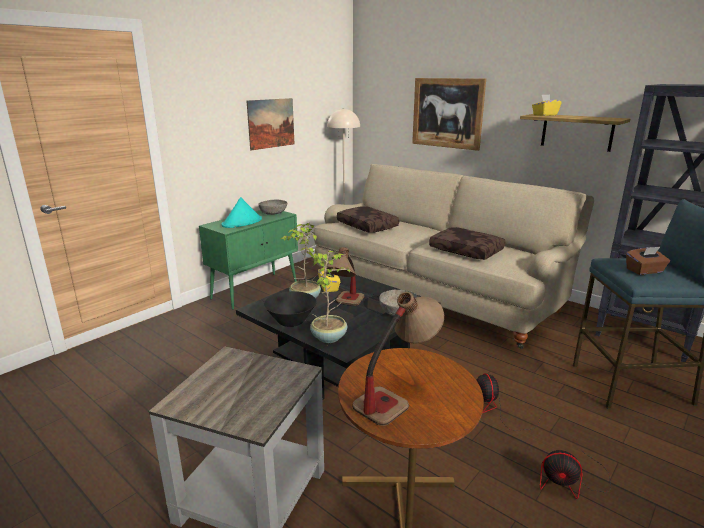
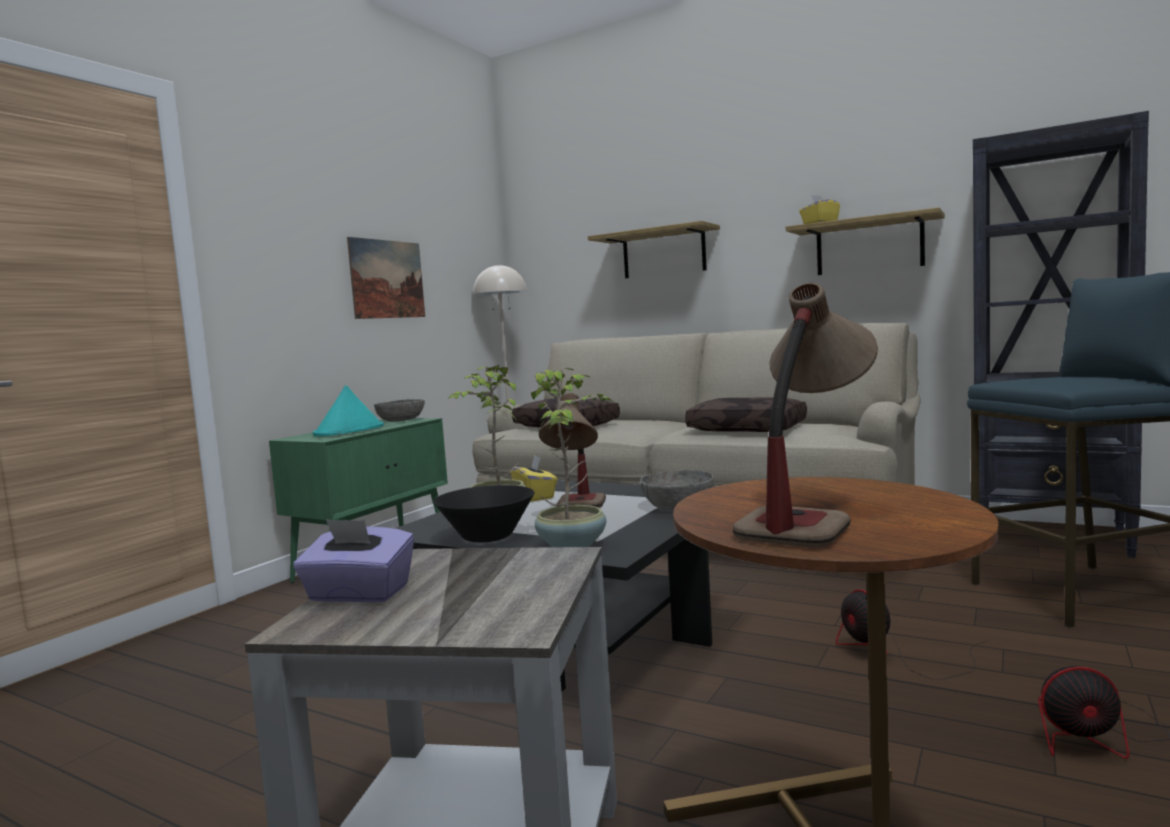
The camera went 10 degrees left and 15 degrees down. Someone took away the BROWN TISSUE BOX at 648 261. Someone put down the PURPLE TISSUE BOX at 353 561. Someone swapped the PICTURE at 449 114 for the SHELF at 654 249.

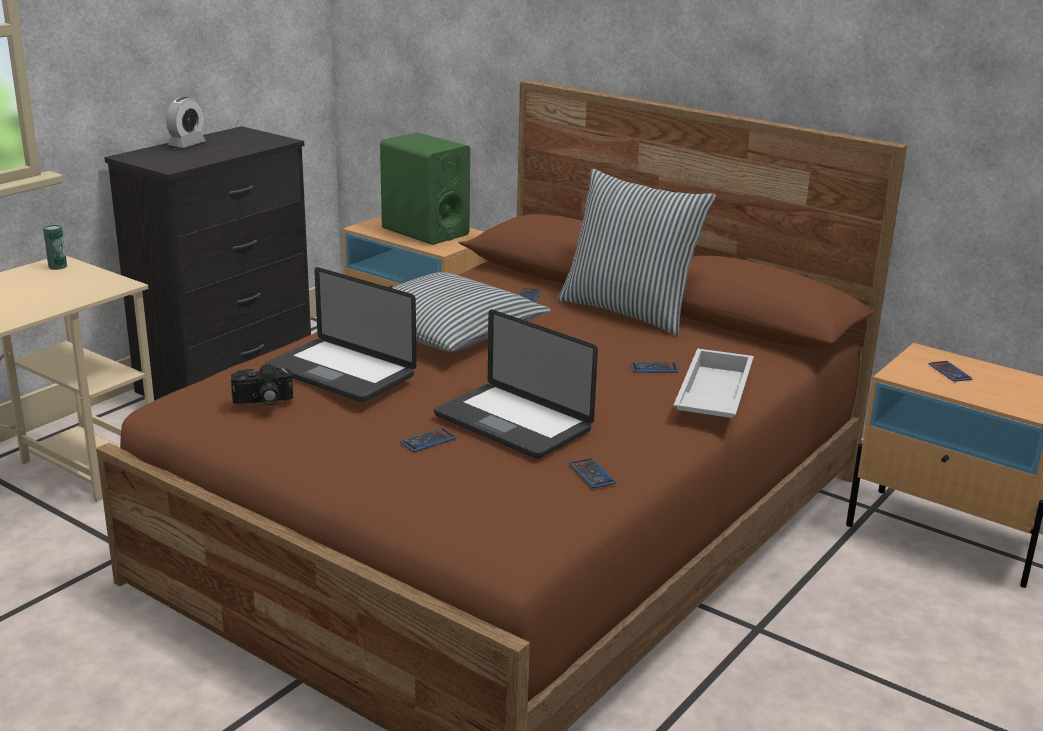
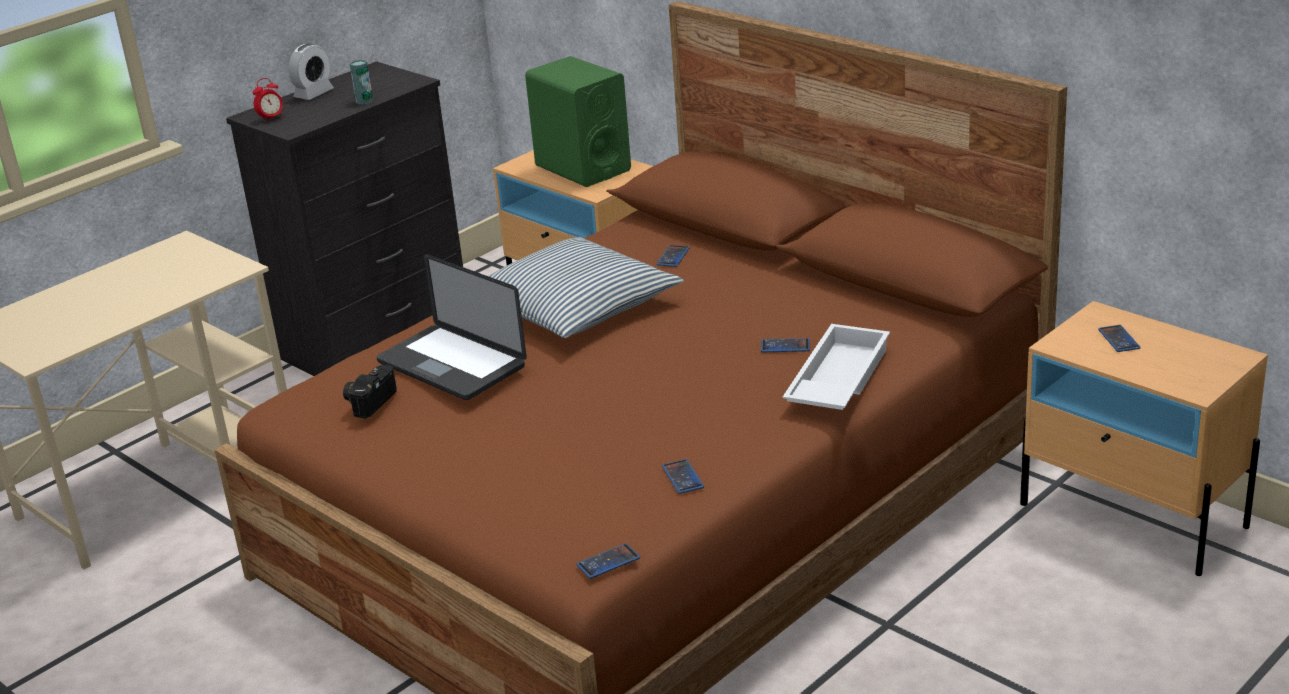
The camera went 10 degrees right and 5 degrees up. Someone took away the LAPTOP at 516 384. Someone took away the PILLOW at 636 252. Someone put down the ALARM CLOCK at 268 99. Someone carried the CAN from 55 247 to 361 82. Someone carried the PHONE from 428 440 to 608 561. Someone rotated the PHOTO CAMERA at 262 384 by 120 degrees clockwise.

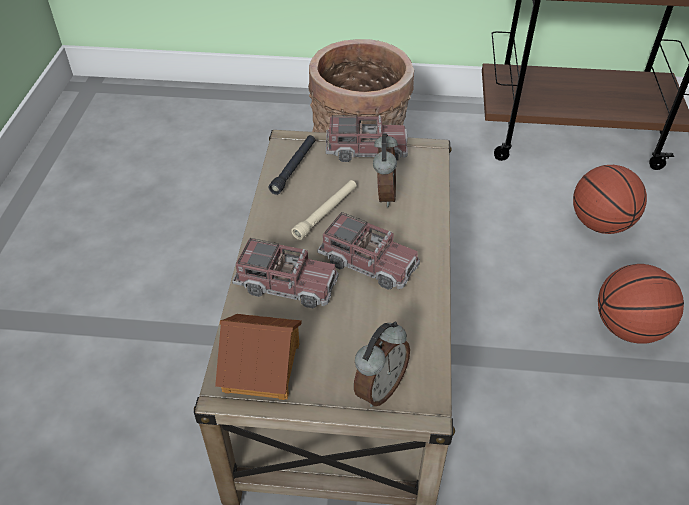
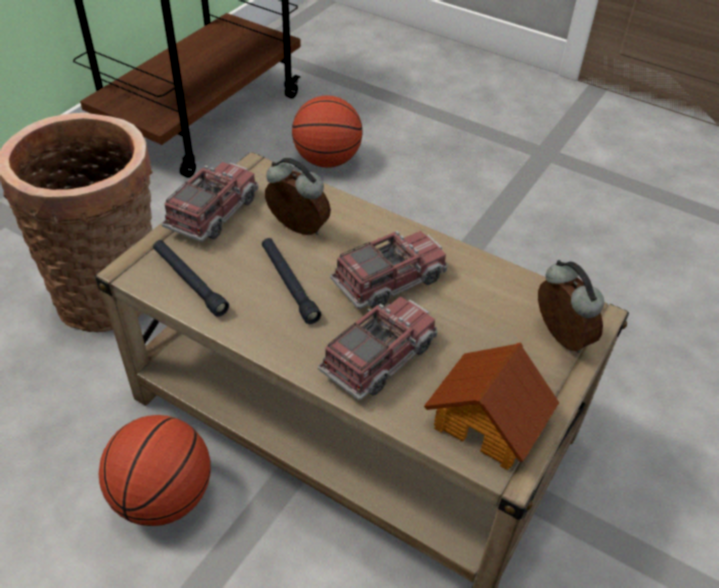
The camera went 65 degrees left and 0 degrees up. Someone carried the BASKETBALL from 641 304 to 155 470. Someone repainted the BEIGE FLASHLIGHT at 324 210, which became the BLACK FLASHLIGHT at 292 281.

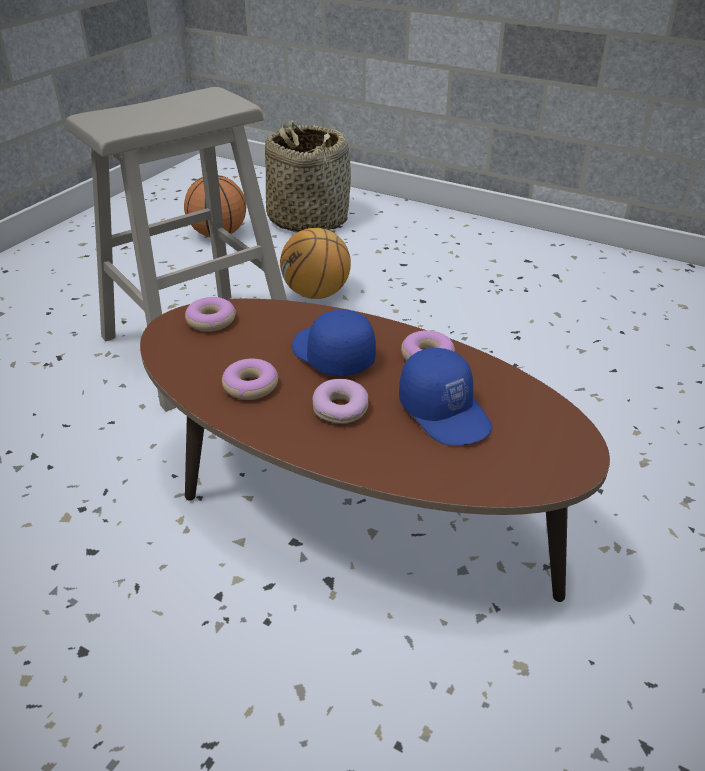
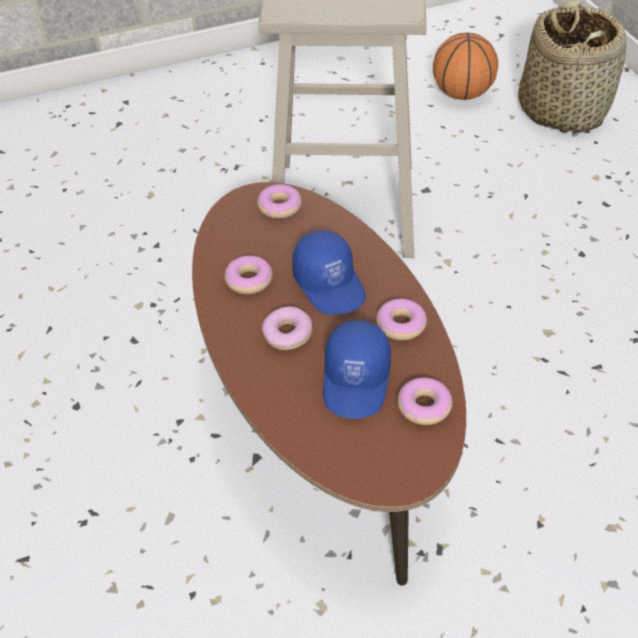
The camera went 40 degrees right and 10 degrees up. Someone took away the BASKETBALL at 315 263. Someone put down the DONUT at 424 401. Someone rotated the BLUE CAP at 334 343 by 150 degrees clockwise.

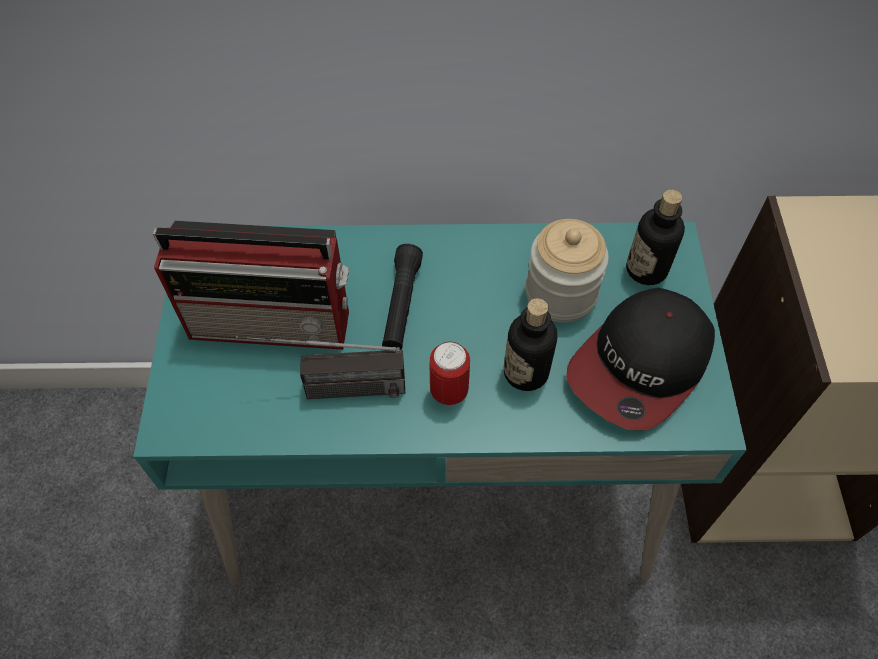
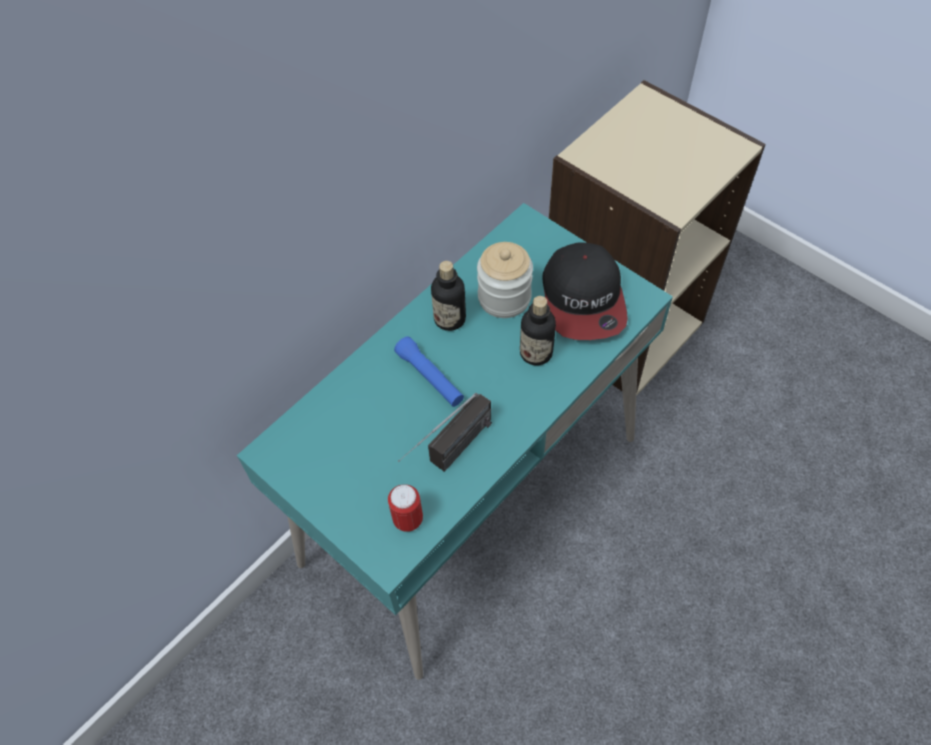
The camera went 45 degrees left and 0 degrees up. Someone took away the RADIO at 251 285. Someone carried the CAN from 449 373 to 405 508. Someone carried the BOTTLE from 655 237 to 448 296. Someone repainted the BLACK FLASHLIGHT at 402 297, which became the BLUE FLASHLIGHT at 429 371.

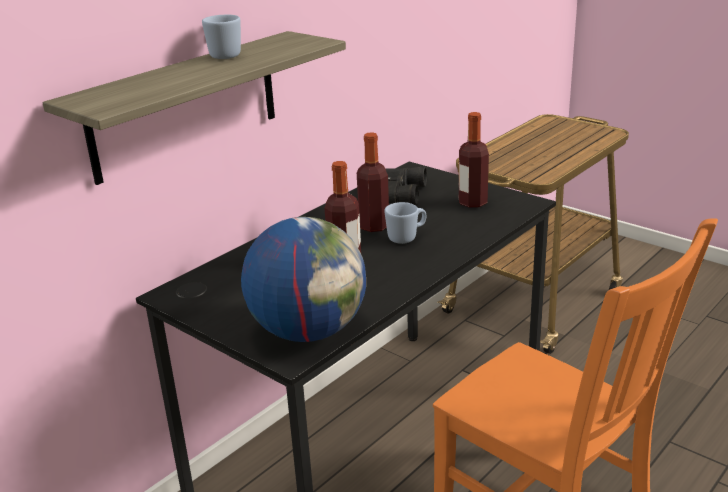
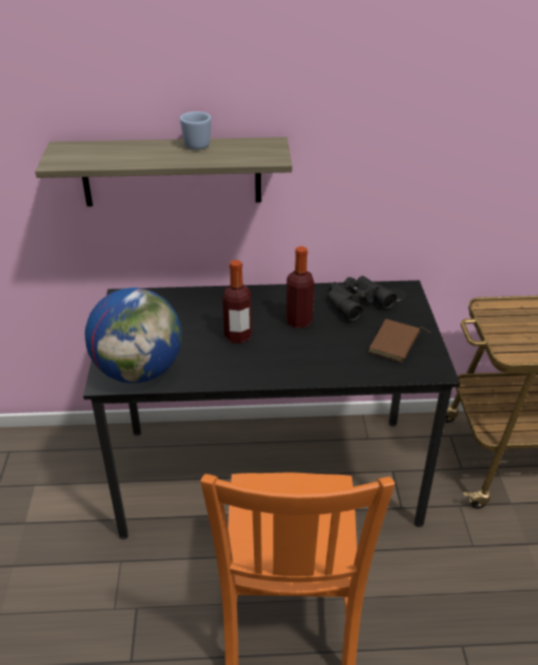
The camera went 45 degrees right and 10 degrees up. Someone took away the BLUE MUG at 405 223. Someone swapped the BOTTLE at 474 160 for the BROWN BOOK at 399 341.

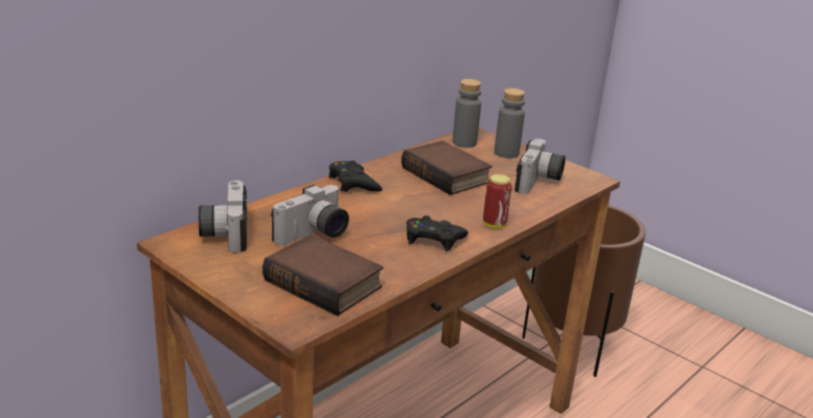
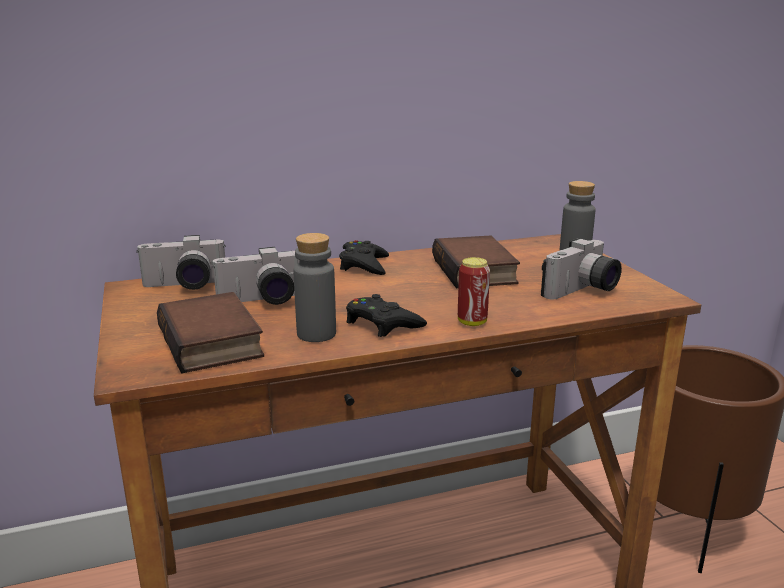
The camera went 30 degrees right and 5 degrees down. Someone carried the GREY BOTTLE from 466 113 to 314 287. Someone rotated the PHOTO CAMERA at 222 216 by 120 degrees counterclockwise.

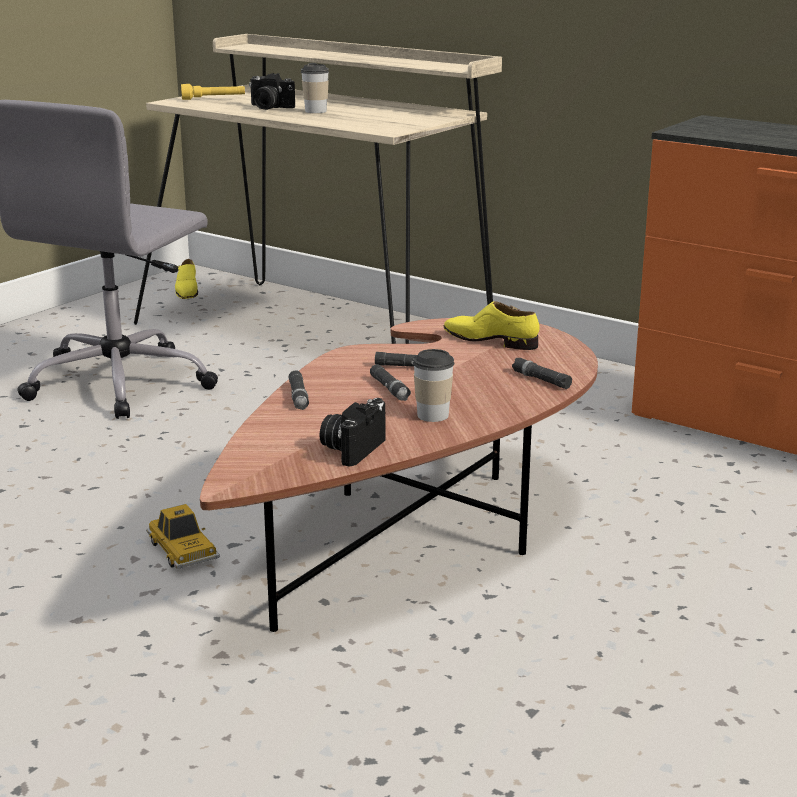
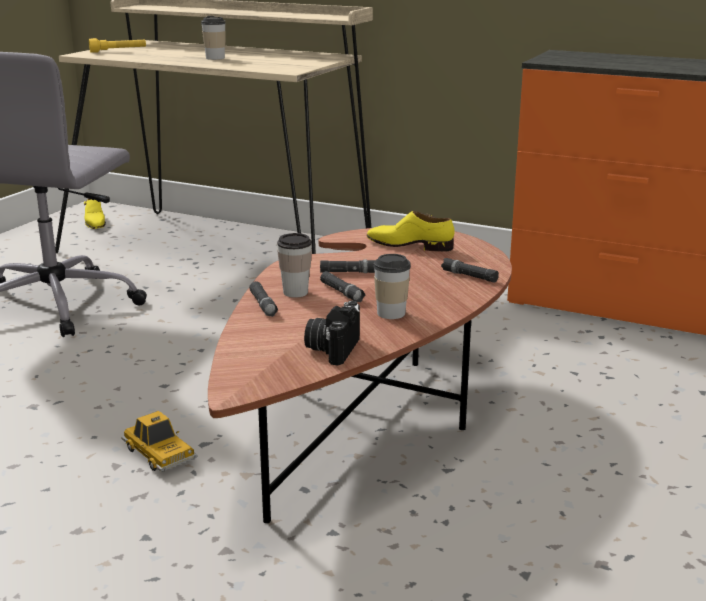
The camera went 10 degrees left and 0 degrees up. Someone took away the PHOTO CAMERA at 272 91. Someone put down the CUP at 294 265.

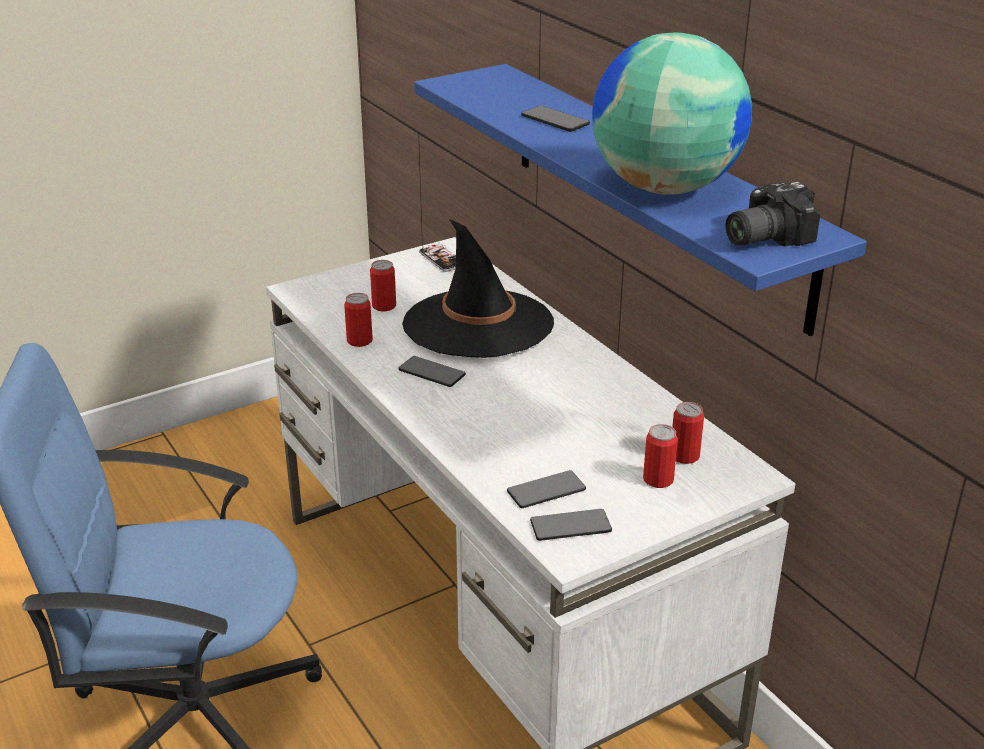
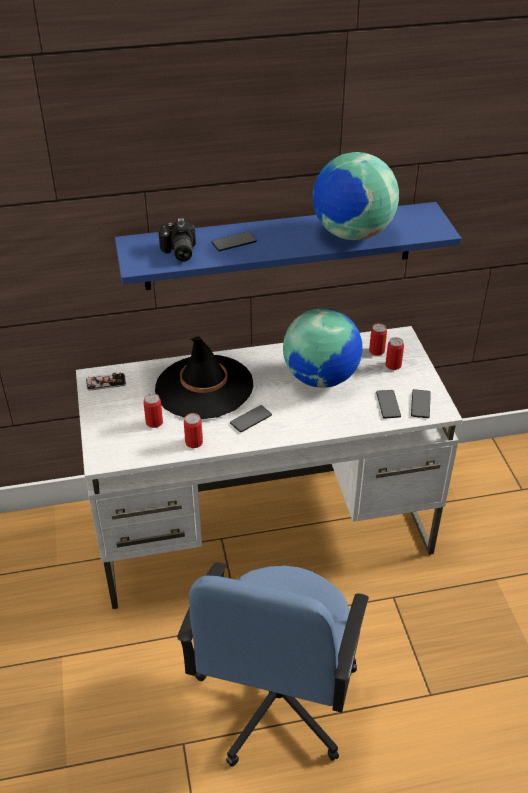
The camera went 70 degrees left and 10 degrees up. Someone put down the GLOBE at 323 348. Someone carried the PHOTO CAMERA from 772 214 to 177 239.

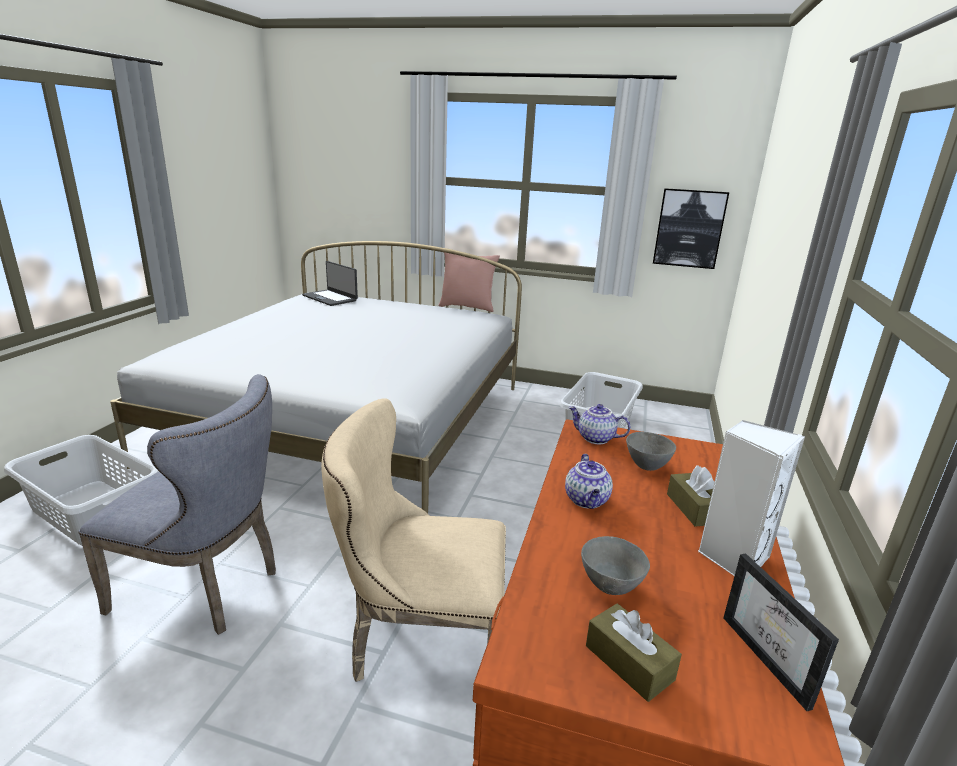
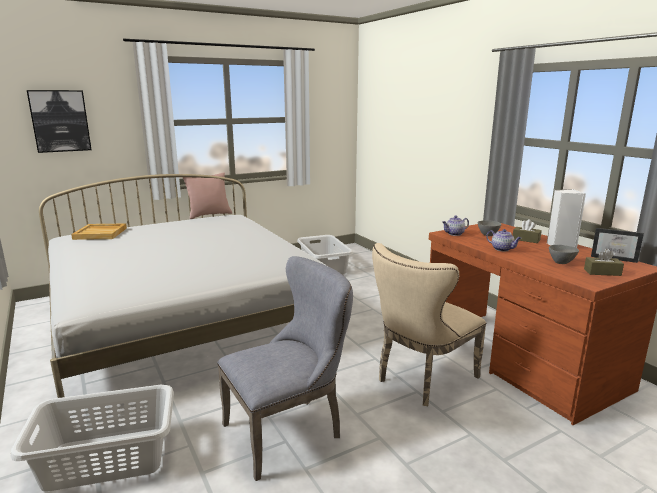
The camera went 45 degrees left and 5 degrees down. Someone carried the PICTURE from 691 228 to 59 121. Someone swapped the LAPTOP at 330 283 for the BEIGE TRAY at 99 232.

